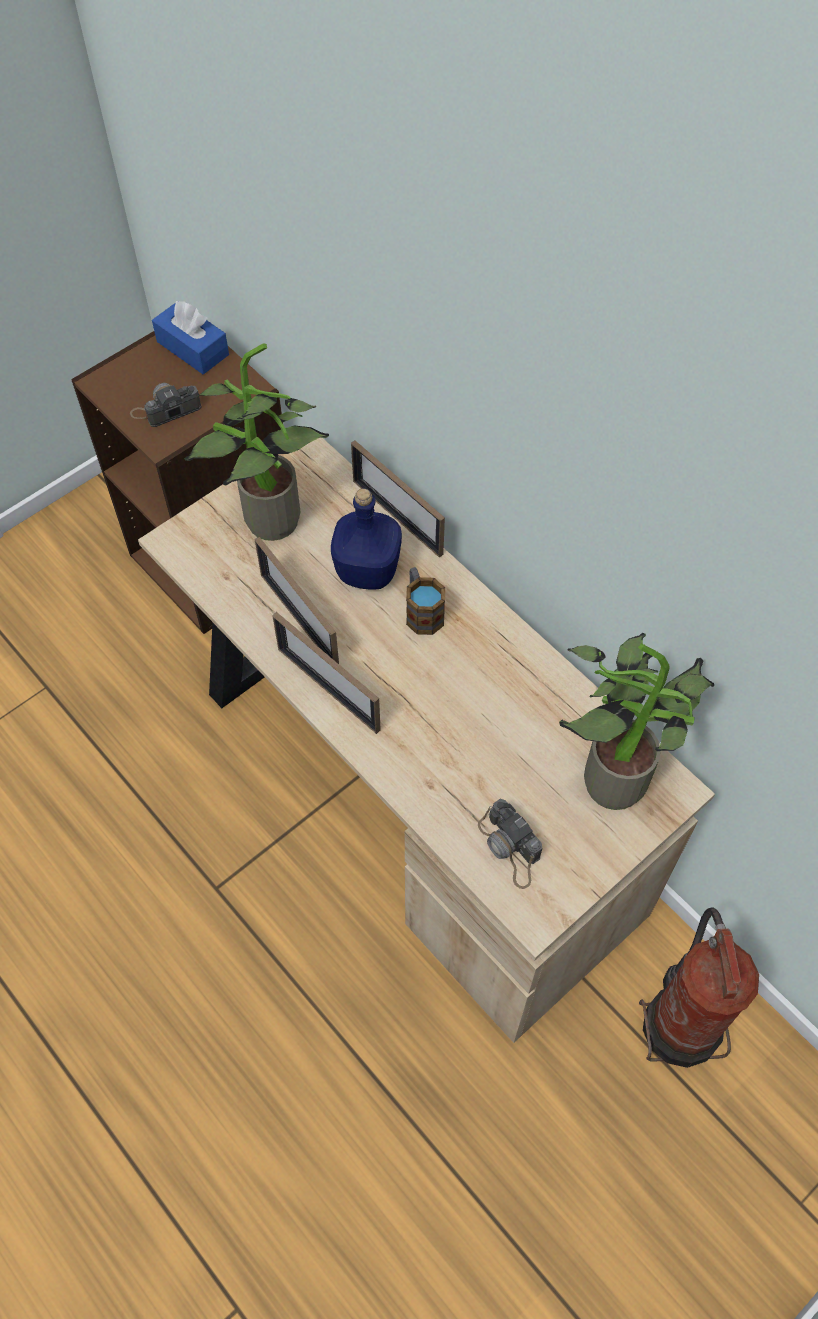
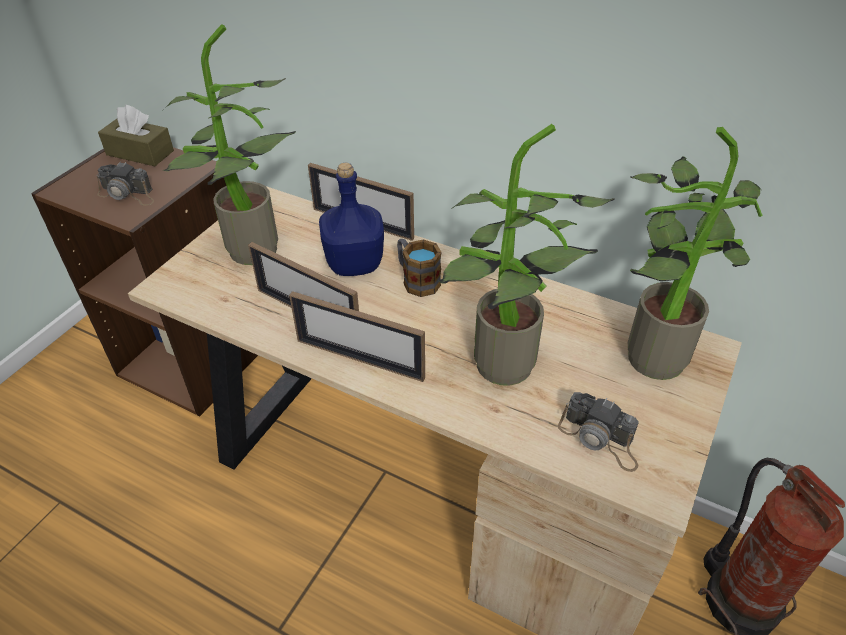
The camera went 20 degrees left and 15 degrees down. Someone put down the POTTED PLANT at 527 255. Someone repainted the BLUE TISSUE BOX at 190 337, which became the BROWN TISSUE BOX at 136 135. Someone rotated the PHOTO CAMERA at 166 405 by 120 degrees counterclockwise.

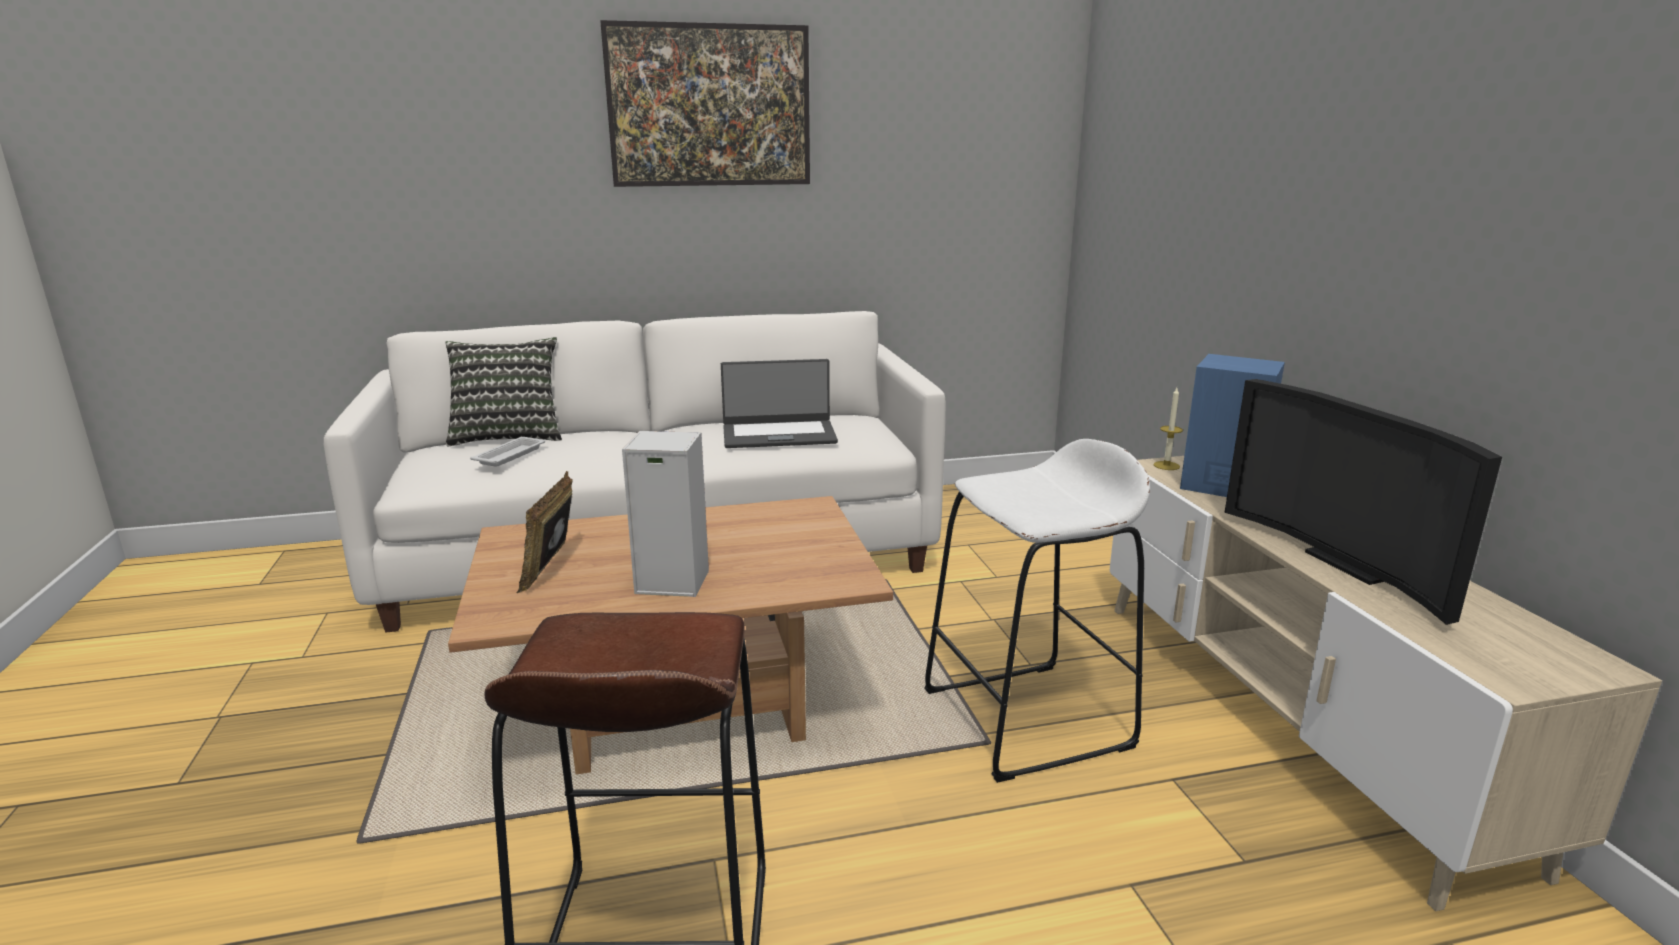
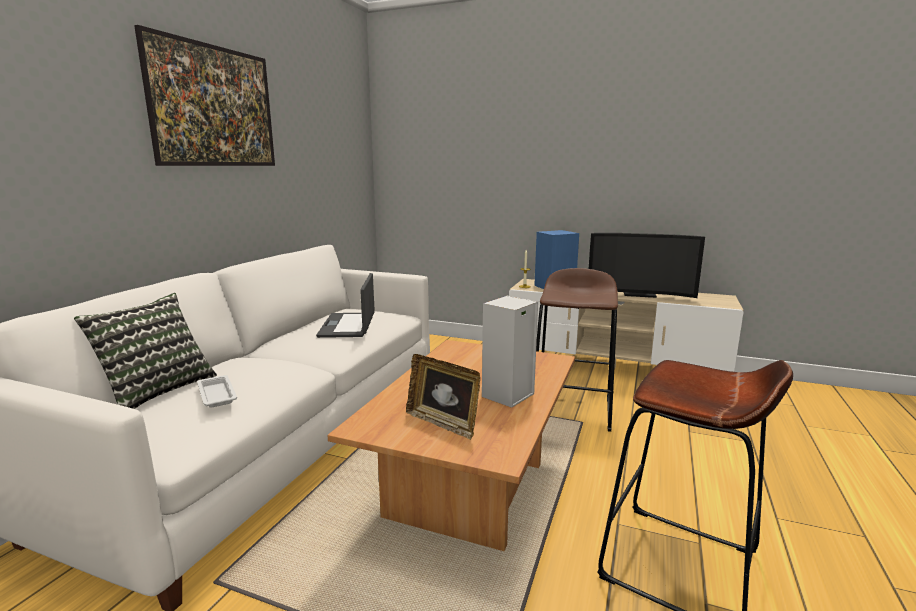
The camera went 55 degrees left and 5 degrees down. Someone repainted the WHITE STOOL at 1037 611, which became the BROWN STOOL at 577 350. Someone rotated the LAPTOP at 779 403 by 150 degrees clockwise.

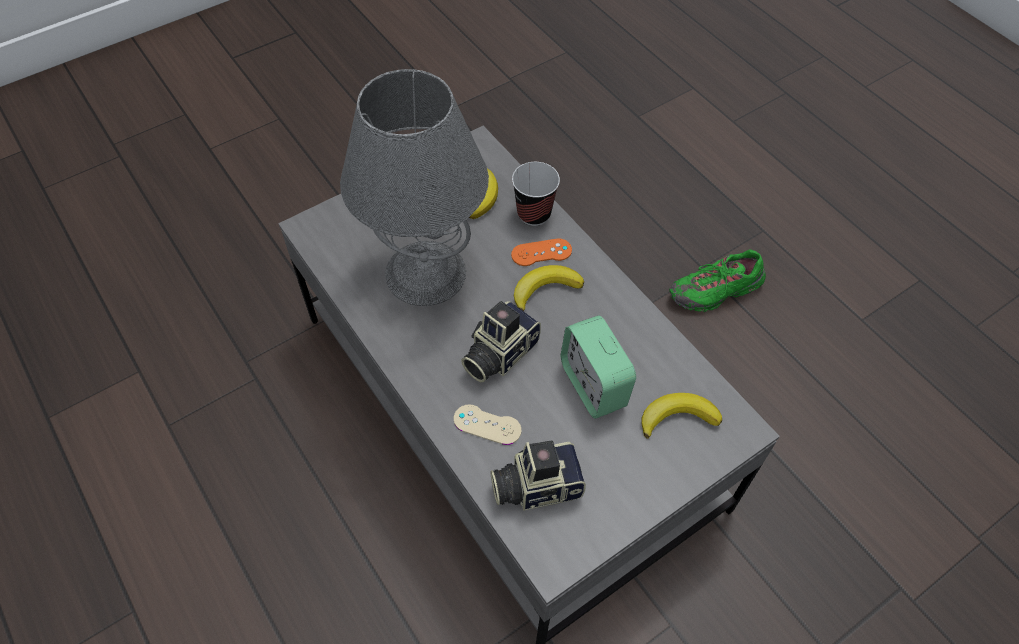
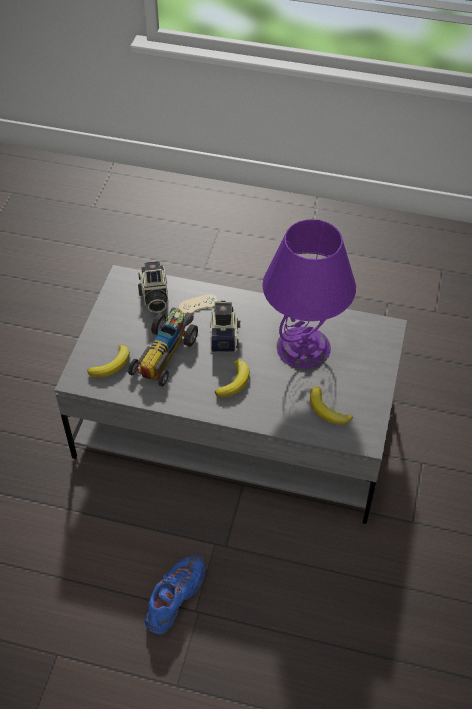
The camera went 140 degrees right and 5 degrees down. Someone took away the ORANGE GAME CONTROLLER at 541 252. Someone took away the CUP at 536 194. Someone swapped the ALARM CLOCK at 598 367 for the TOY CAR at 163 347. Someone repainted the GREY TABLE LAMP at 414 187, which became the PURPLE TABLE LAMP at 309 294. Someone repainted the GREEN SHOE at 717 280, which became the BLUE SHOE at 175 594. Someone rotated the PHOTO CAMERA at 538 475 by 135 degrees clockwise.

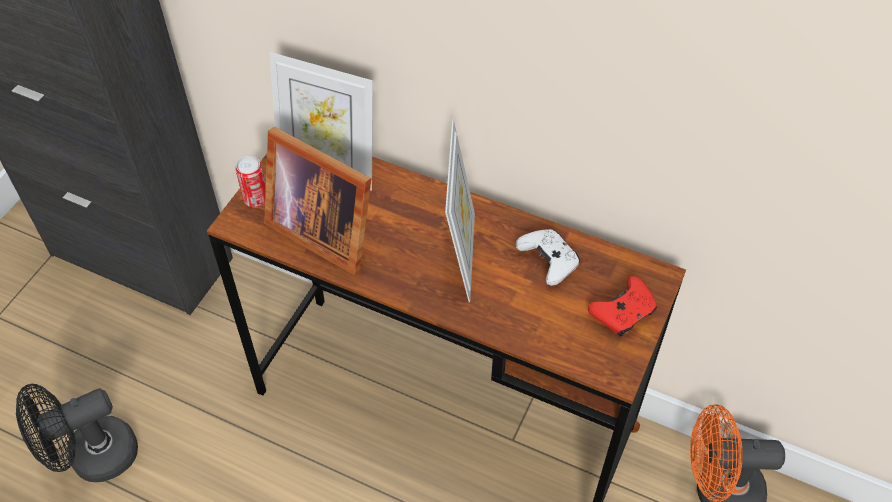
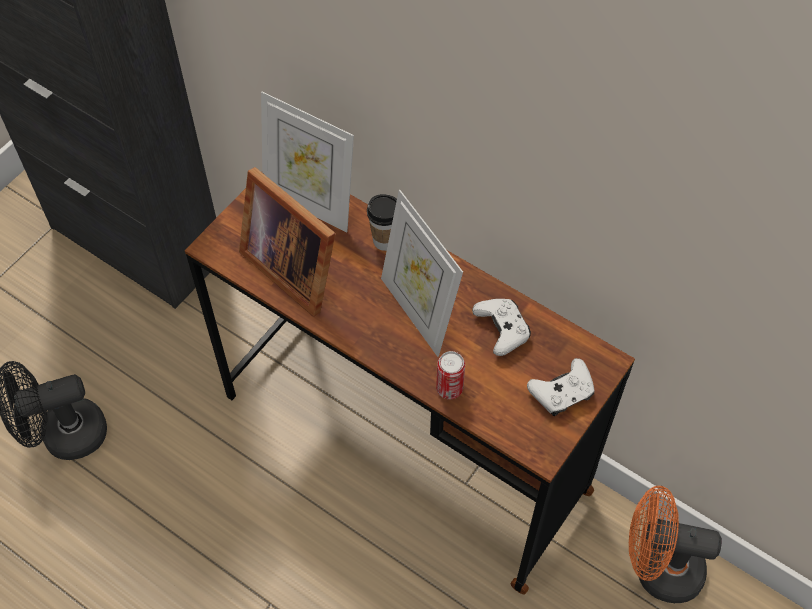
The camera went 10 degrees right and 5 degrees up. Someone put down the CUP at 382 222. Someone carried the CAN from 250 181 to 450 375. Someone repainted the RED GAME CONTROLLER at 622 306, which became the WHITE GAME CONTROLLER at 560 387. Someone rotated the PICTURE FRAME at 460 210 by 135 degrees clockwise.

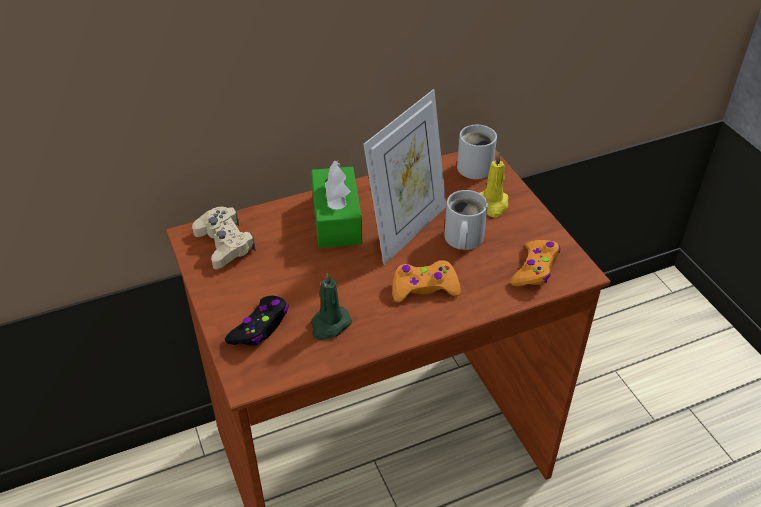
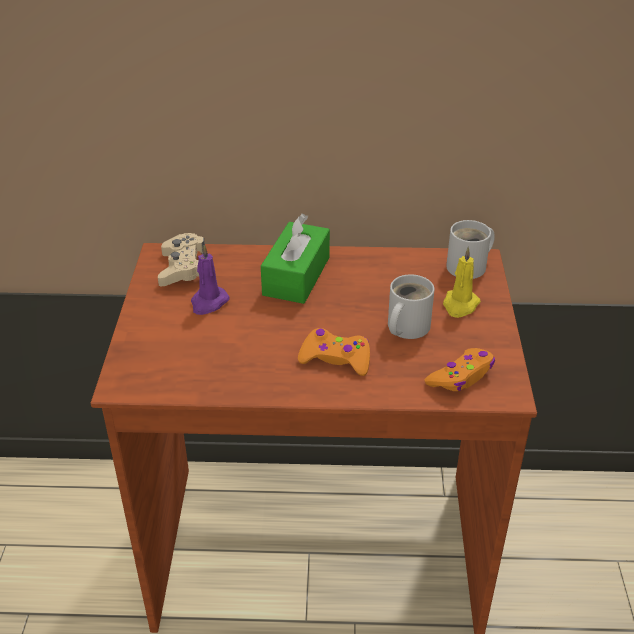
The camera went 25 degrees right and 5 degrees down. Someone took away the BLACK GAME CONTROLLER at 257 321. Someone took away the GREEN CANDLE at 331 306. Someone took away the PICTURE FRAME at 405 177. Someone put down the PURPLE CANDLE at 210 279.

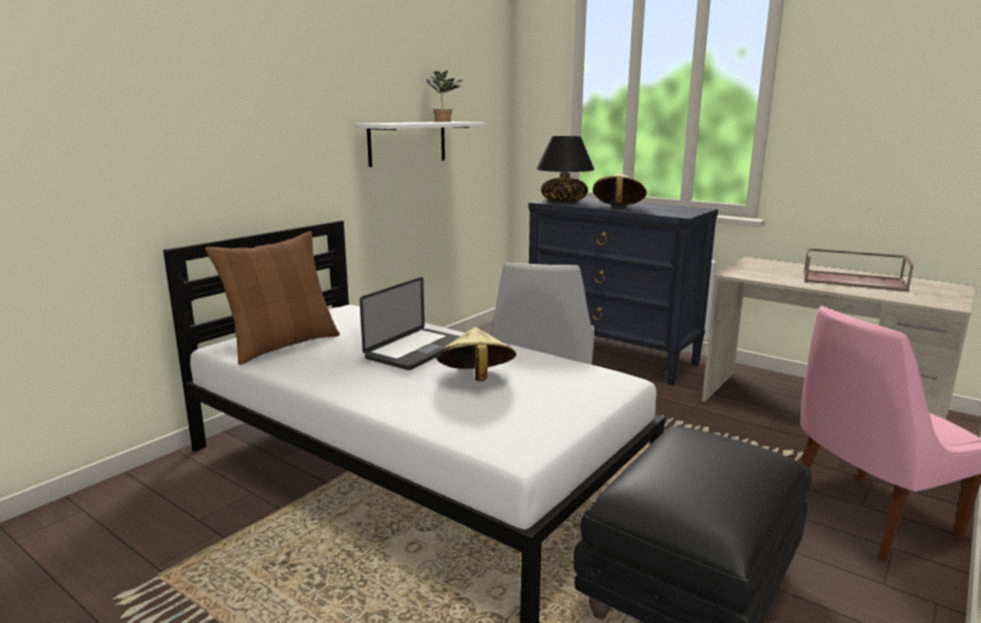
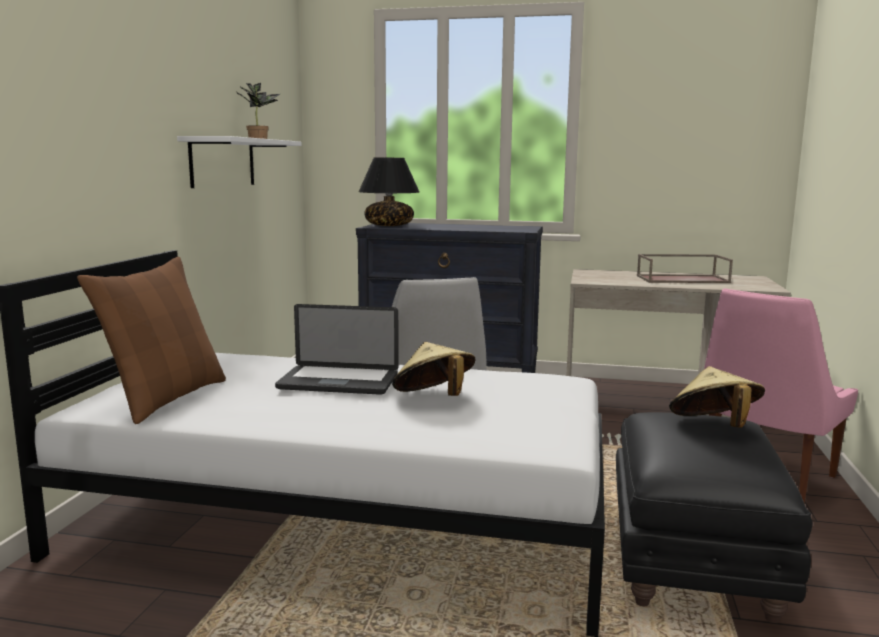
The camera went 25 degrees left and 5 degrees down. Someone carried the BEIGE HAT from 620 189 to 717 397. Someone rotated the LAPTOP at 410 323 by 90 degrees clockwise.

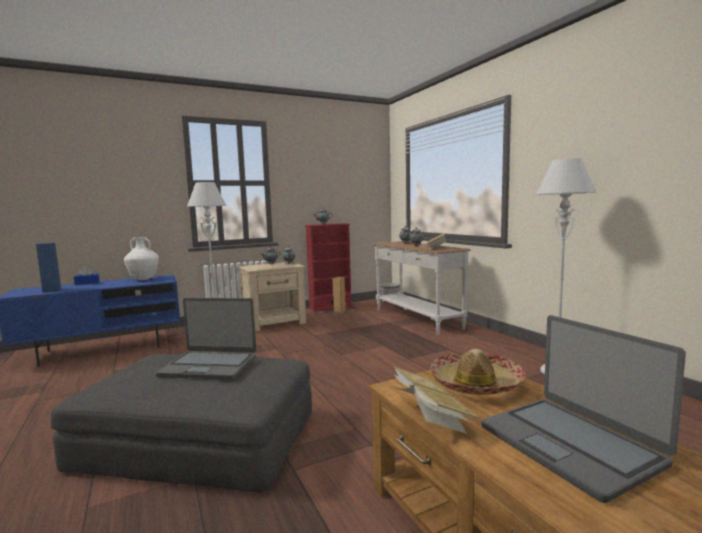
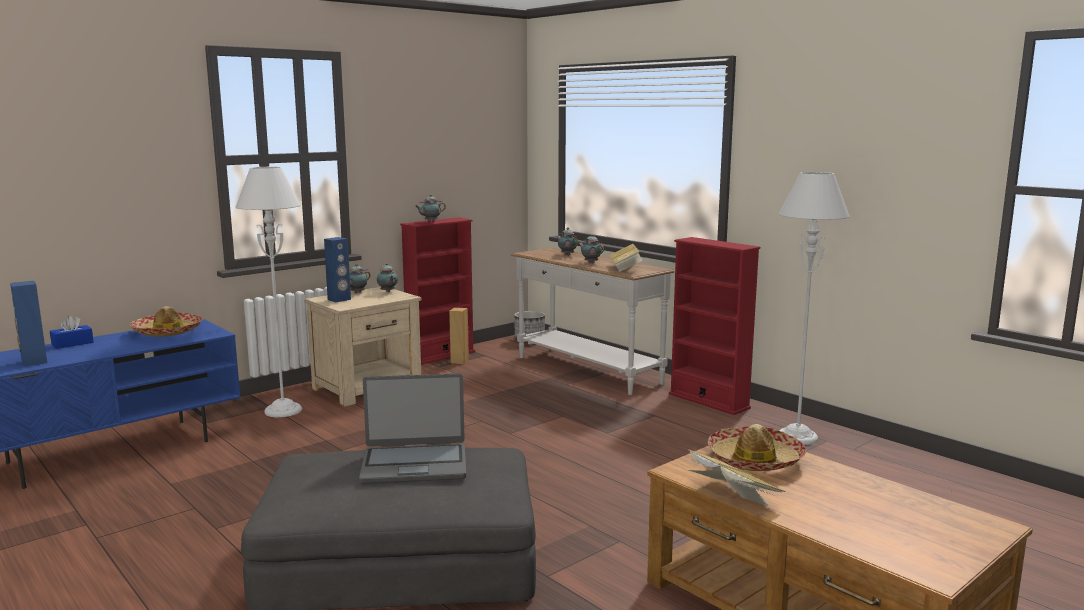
The camera went 15 degrees left and 5 degrees up. Someone took away the LAPTOP at 584 409. Someone put down the BLUE SPEAKER at 337 269. Someone put down the RED BOOKCASE at 714 326. Someone swapped the WHITE VASE at 141 258 for the HAT at 166 321.

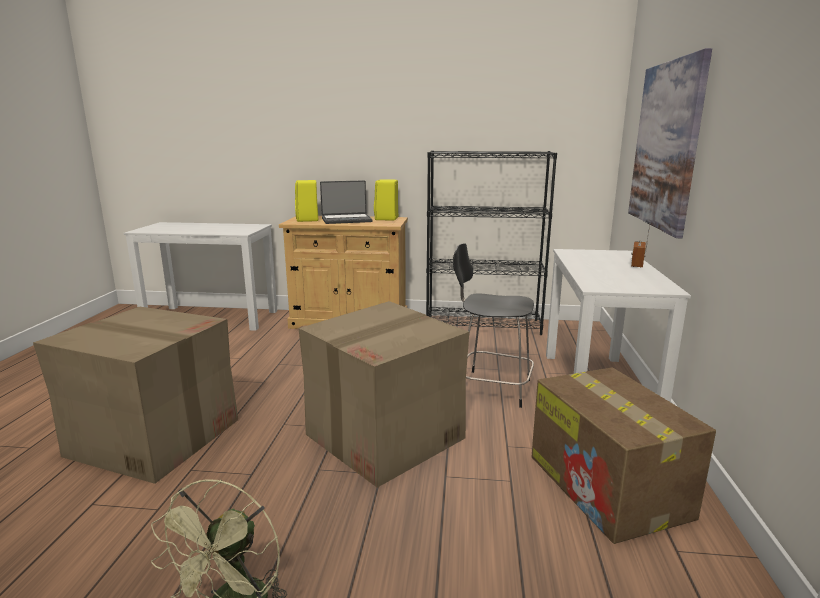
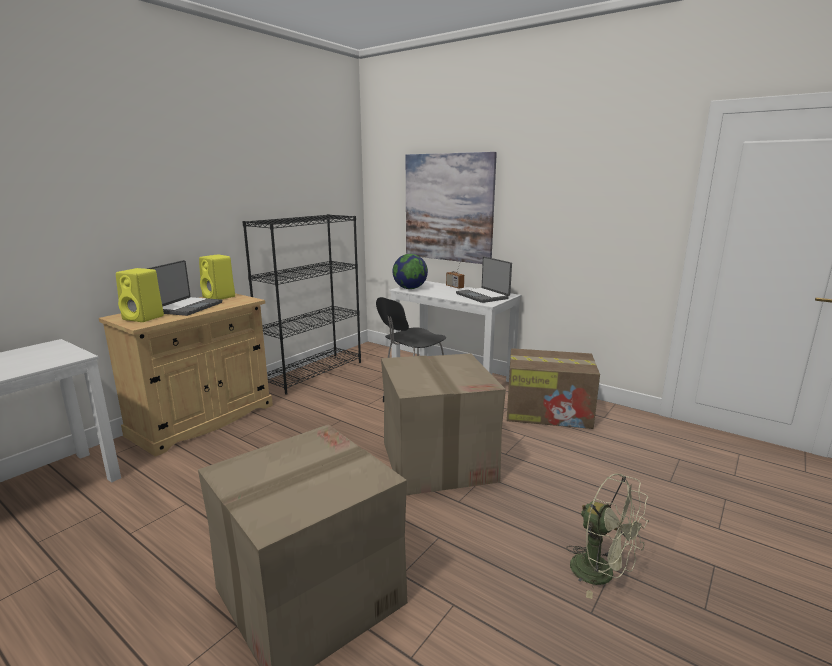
The camera went 60 degrees left and 0 degrees up. Someone put down the GLOBE at 410 271. Someone put down the LAPTOP at 484 279.

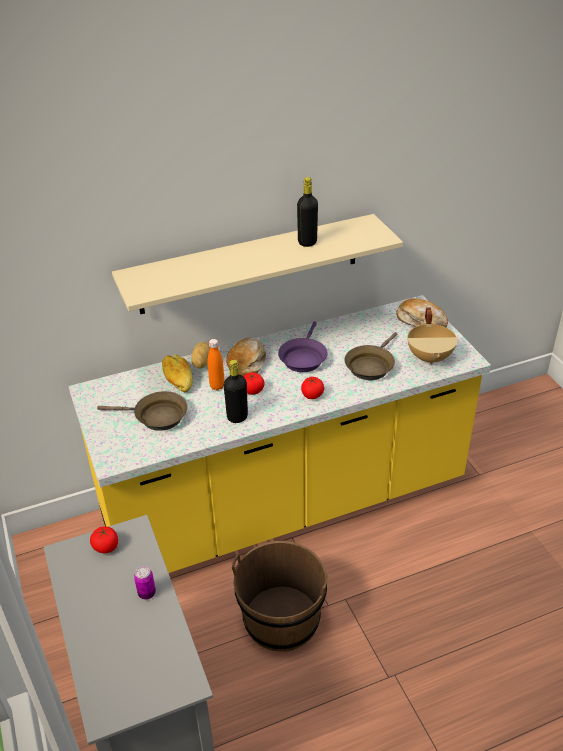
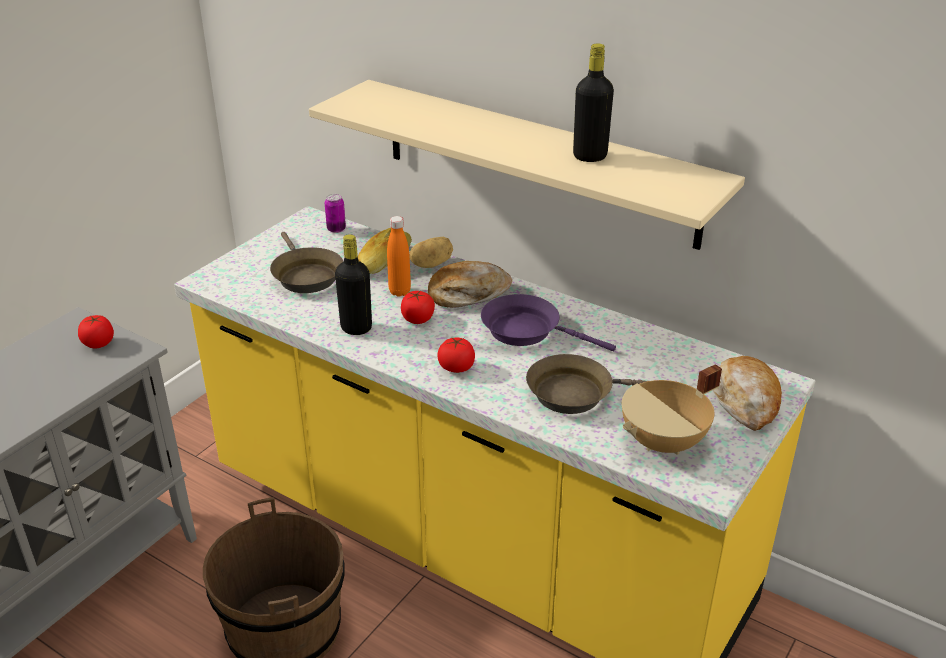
The camera went 55 degrees right and 5 degrees down. Someone carried the CAN from 145 583 to 335 213. Someone rotated the PURPLE FRYING PAN at 303 346 by 45 degrees clockwise.

